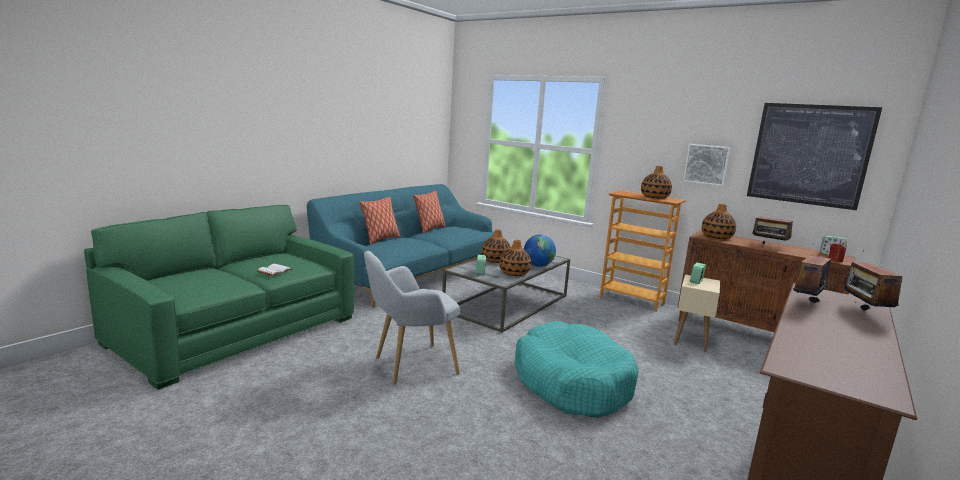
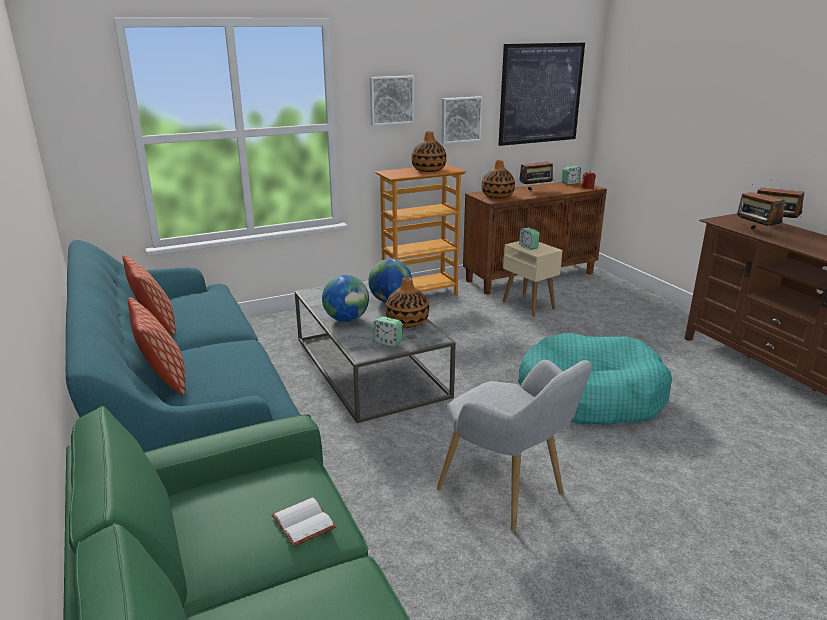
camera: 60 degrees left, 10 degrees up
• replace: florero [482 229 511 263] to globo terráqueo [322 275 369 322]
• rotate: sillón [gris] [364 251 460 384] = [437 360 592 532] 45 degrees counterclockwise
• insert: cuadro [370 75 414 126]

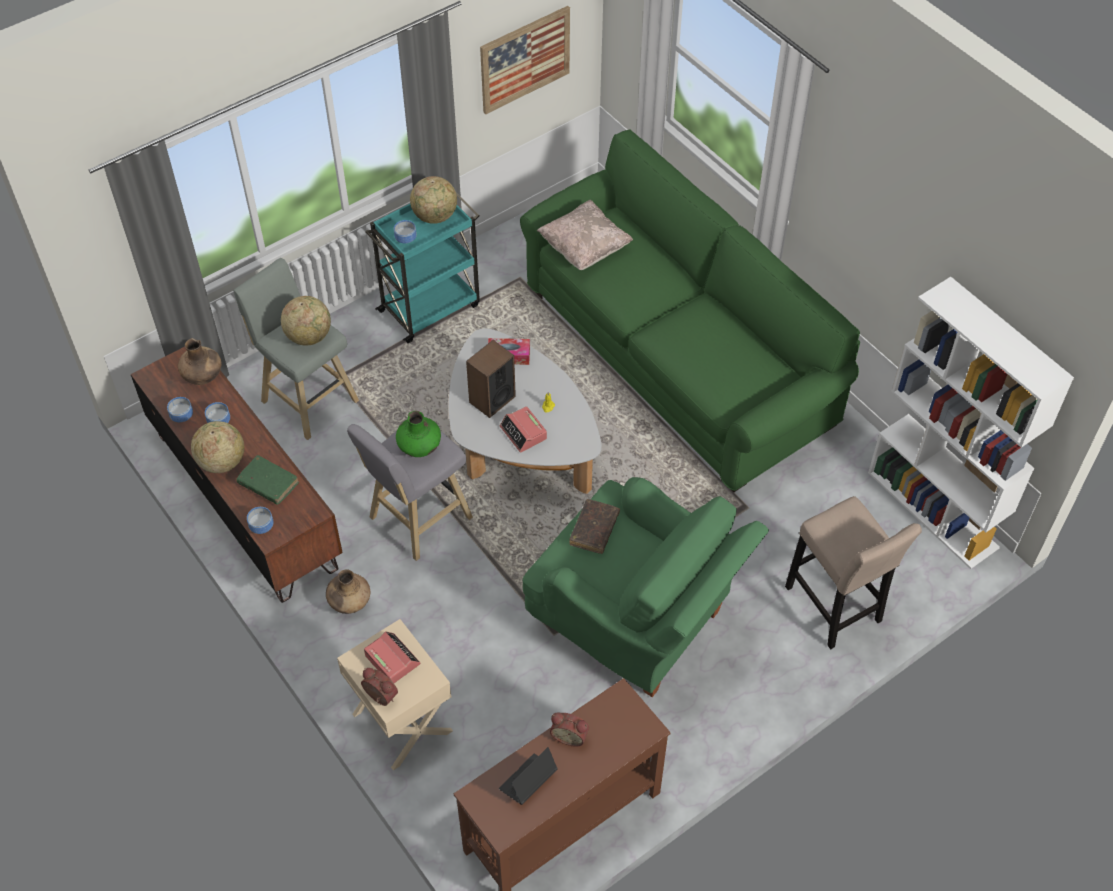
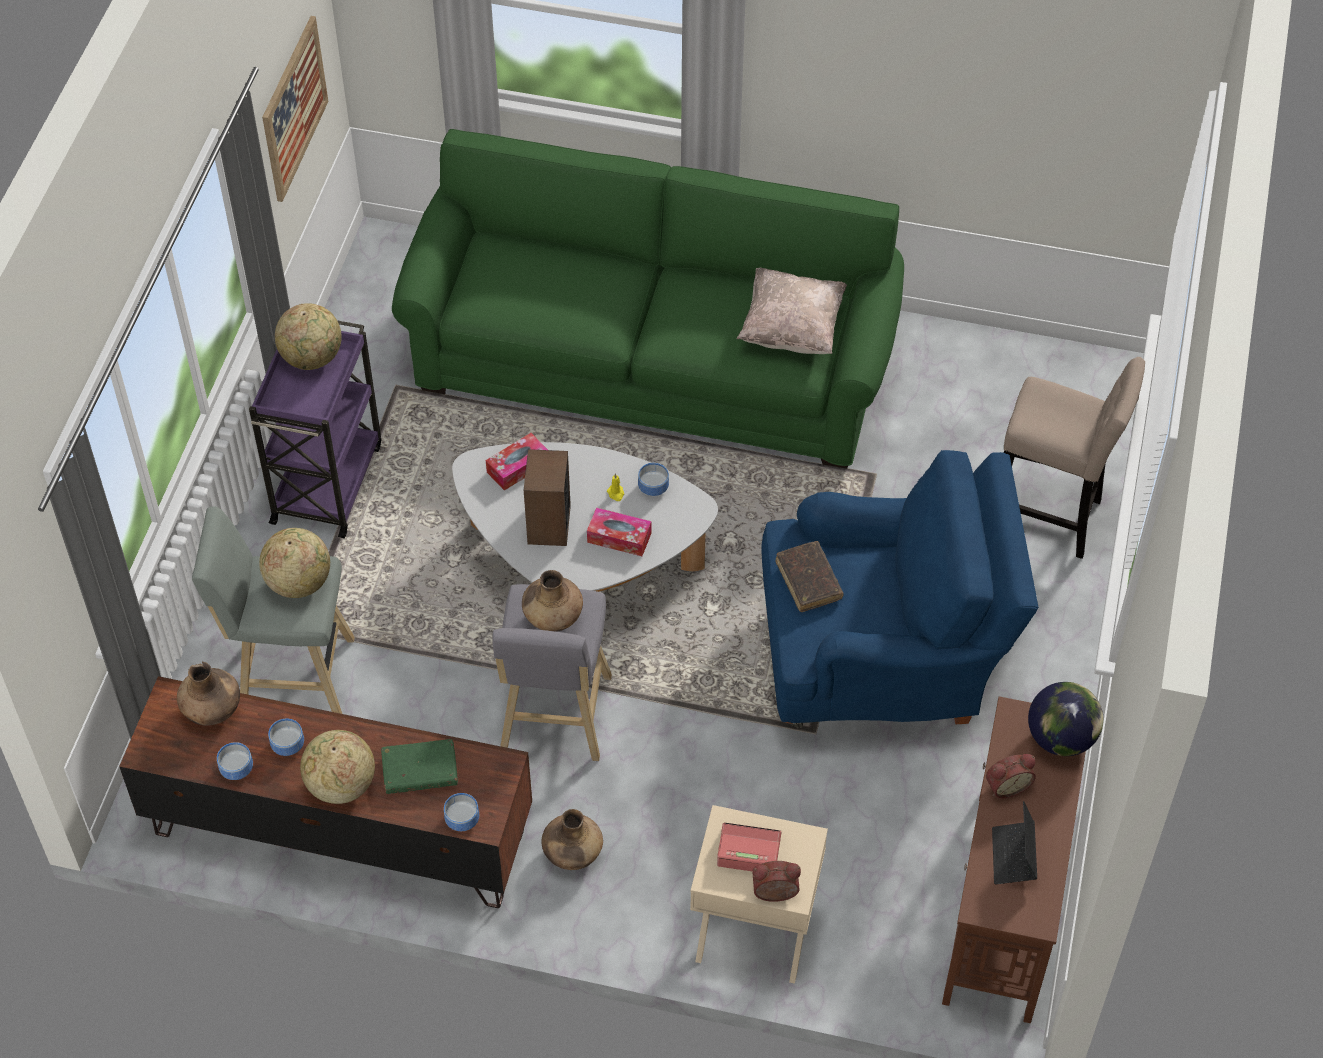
camera: 40 degrees left, 0 degrees up
• recolor: carrito [turquesa] [365 192 480 343] to carrito [morado] [249 320 381 538]
• move: cojín [beis] [537 200 633 270] to [737 268 847 354]
• move: cuenco [394 220 417 244] to [638 463 669 496]
• delete: estantería [blanco] [868 277 1074 569]
• replace: despertador [500 406 547 452] to caja de pañuelos [587 508 651 556]
• recolor: florero [verde] [396 411 441 457] to florero [marrón] [522 570 583 632]
• recolor: sillón [verde] [523 477 769 697] to sillón [azul] [761 450 1039 728]
• insert: globo terráqueo [1028 682 1103 756]

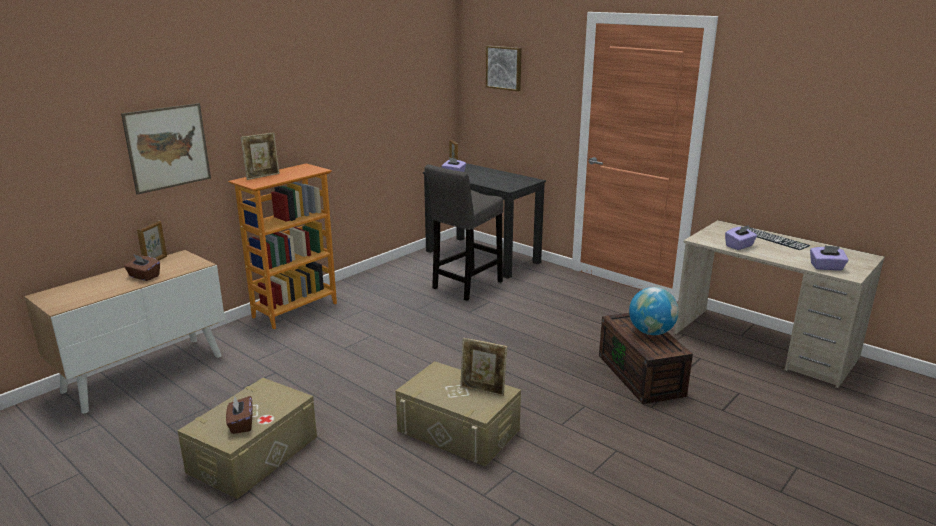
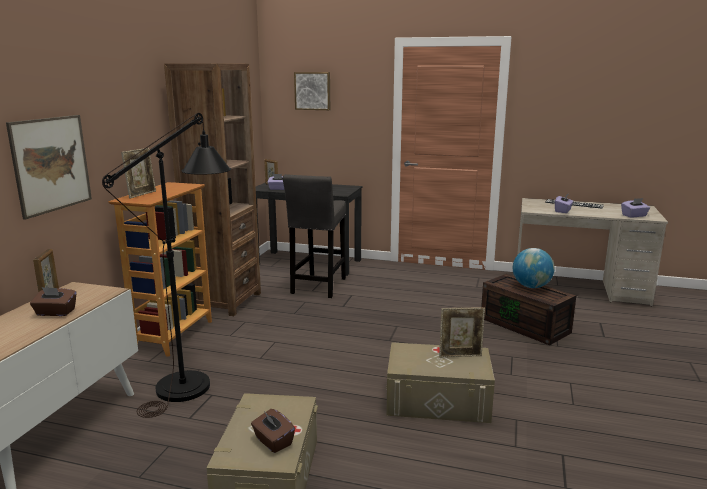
camera: 25 degrees left, 5 degrees down
• insert: estantería [marrón] [164 63 261 316]
• insert: lámpara de pie [negro] [102 113 231 418]

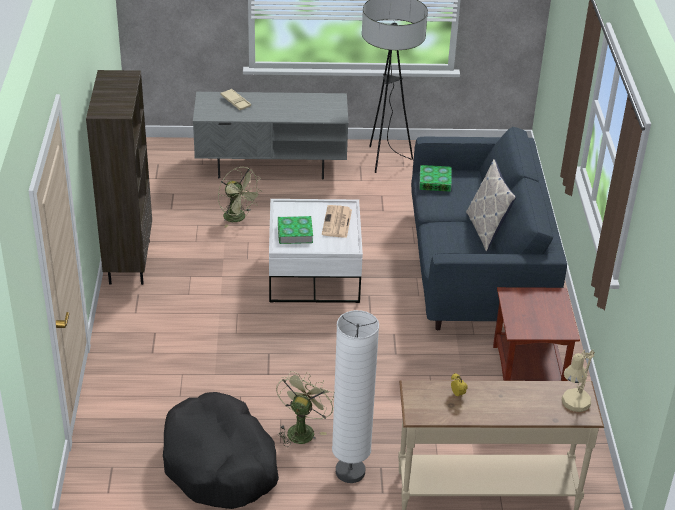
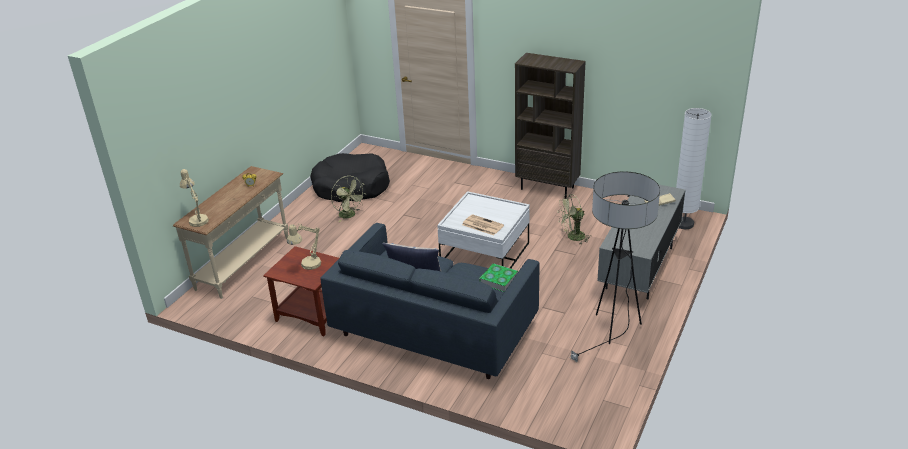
camera: 120 degrees right, 5 degrees down
• delete: libro [278 216 313 244]
• move: lámpara de pie [blanco] [332 310 379 483] to [676 108 712 229]
• insert: lámpara de mesa [beis] [287 224 321 270]

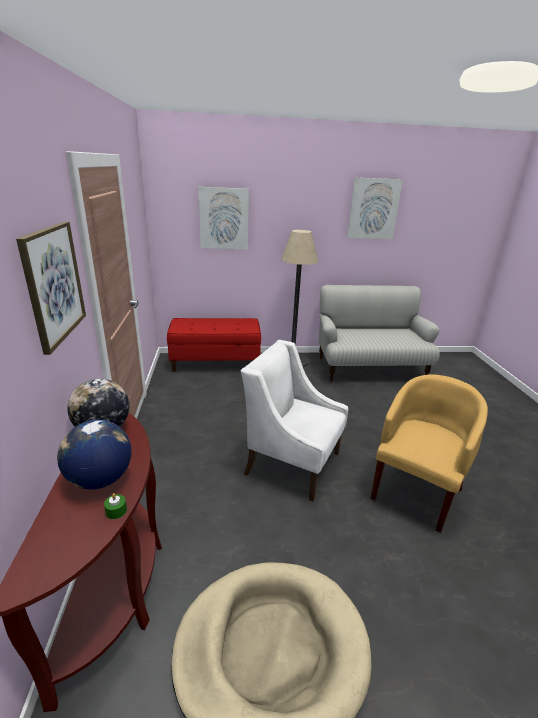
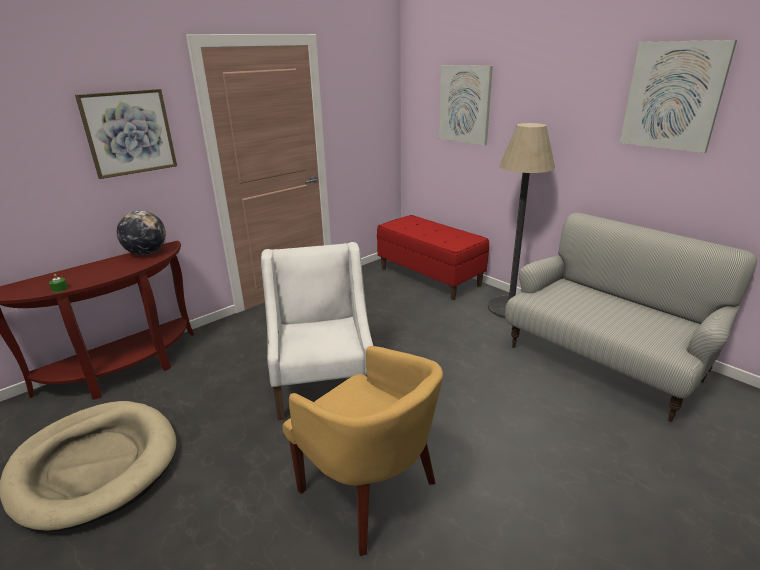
camera: 55 degrees right, 0 degrees up
• rotate: sillón [amarillo] [371 374 488 533] = [282 346 443 556] 45 degrees clockwise
• delete: globo terráqueo [57 420 131 490]

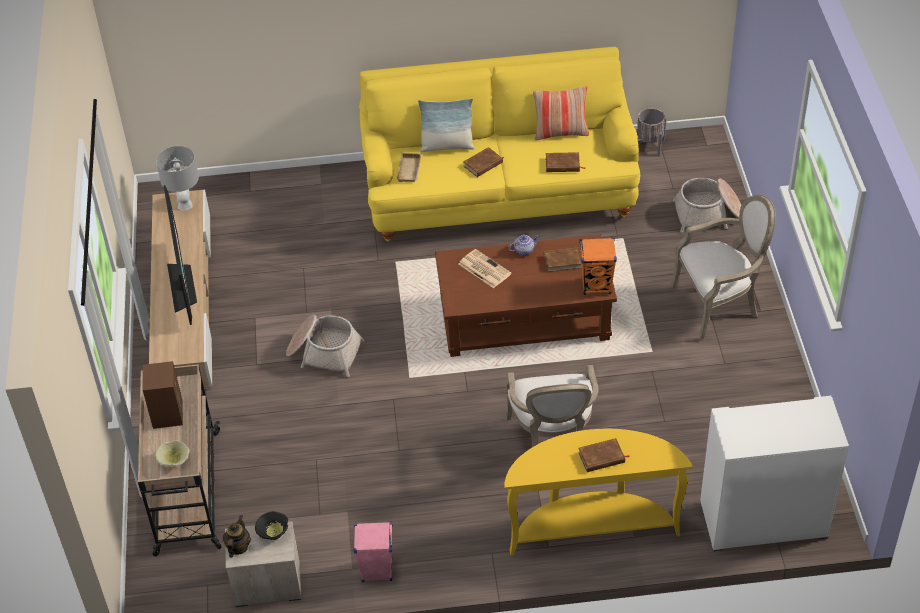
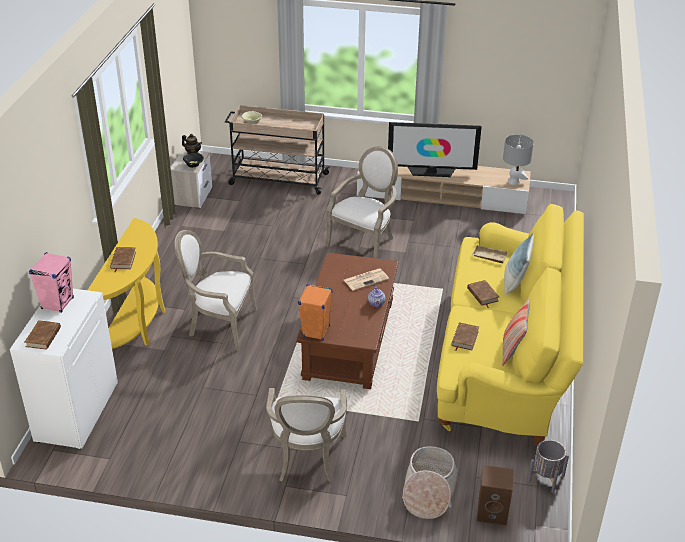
camera: 105 degrees right, 10 degrees down
• move: libro [marrón] [539 248 582 272] to [25 320 61 350]
• replace: cesta [286 315 364 377] to sillón [326 146 398 259]
• move: altavoz [marrón] [143 361 183 429] to [477 465 514 526]
• move: altavoz [rosa] [354 522 393 582] to [29 252 74 313]

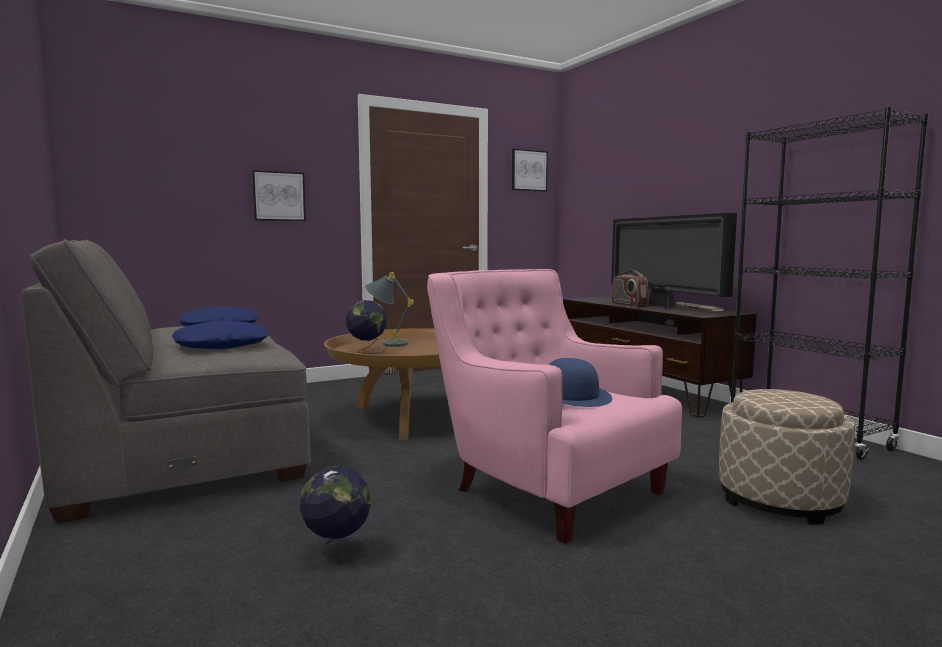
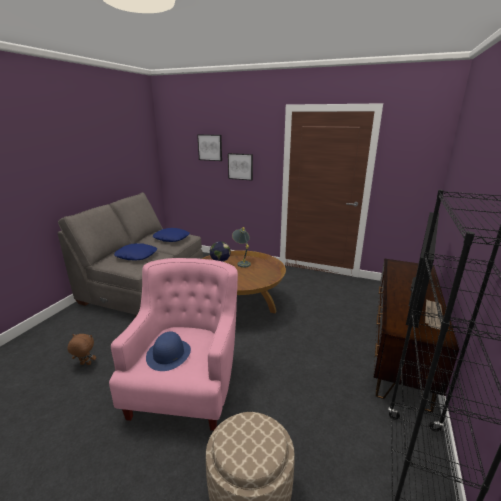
camera: 50 degrees right, 15 degrees up
• move: cuadro [511 149 548 192] to [197 134 222 161]
• delete: radio [612 269 649 307]
• replace: globo terráqueo [300 466 371 562] to peluche [marrón] [67 334 96 365]

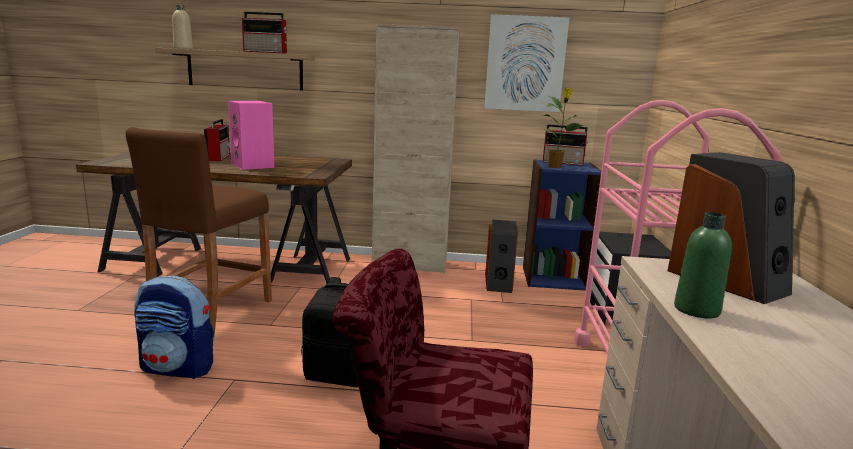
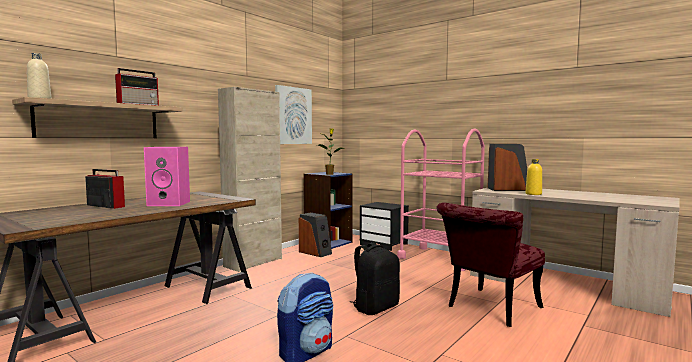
camera: 55 degrees left, 10 degrees down
• delete: radio [543 124 588 166]
• delete: taburete [marrón] [126 127 272 338]
• recolor: botella [verde] [674 212 732 319] to botella [amarillo] [525 159 542 195]

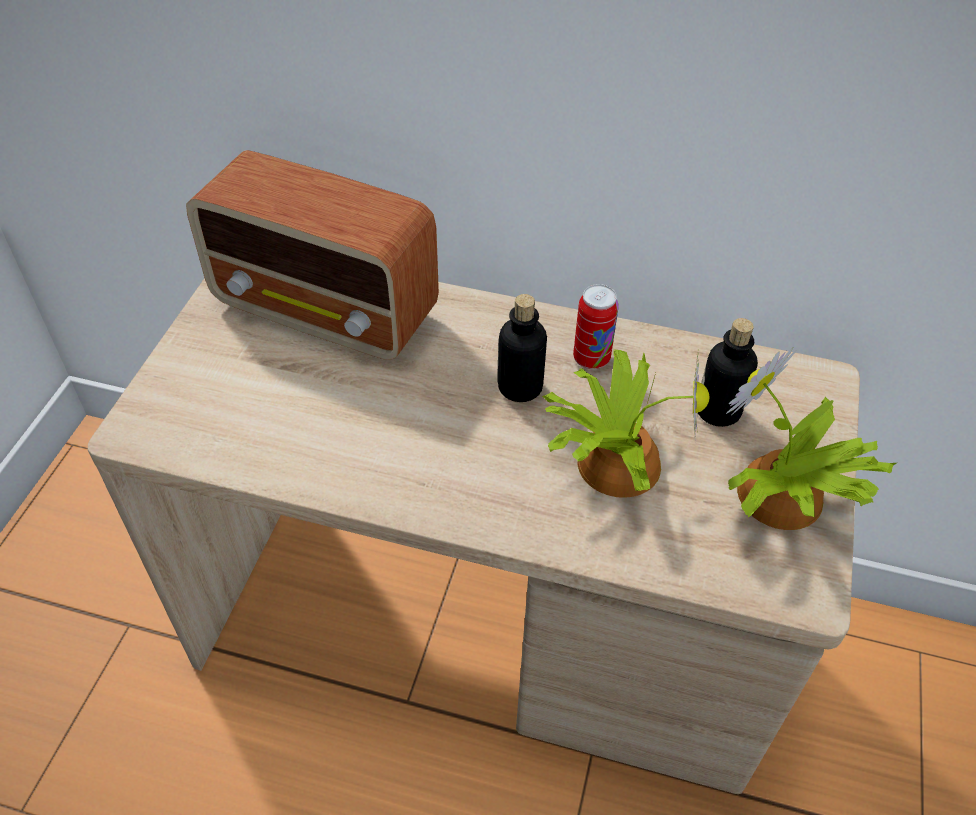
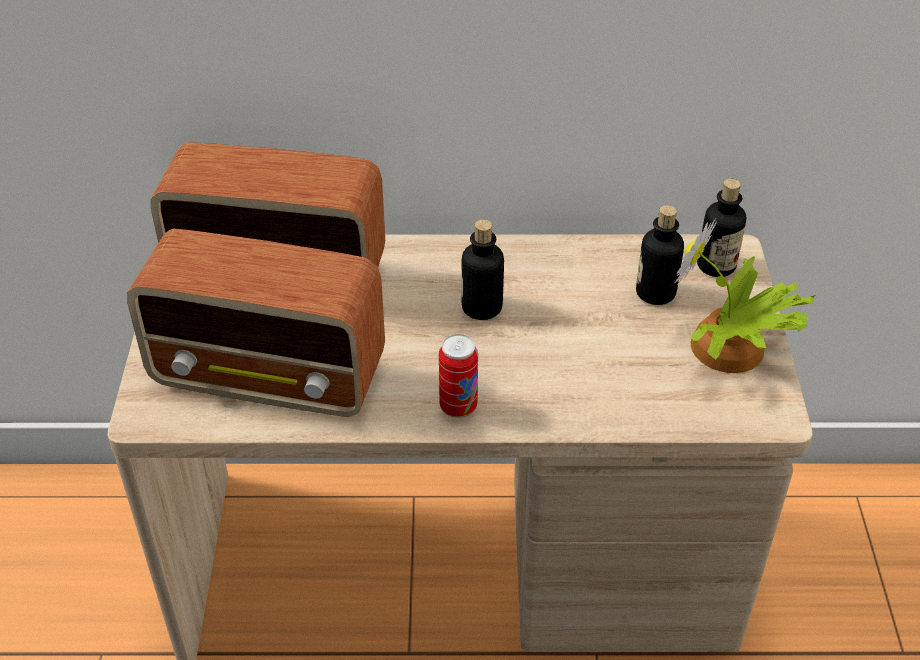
camera: 15 degrees left, 5 degrees down
• move: lata [573 284 619 369] to [439 334 478 418]
• delete: planta en maceta [542 350 710 498]
• insert: botella [697 179 746 277]
• insert: radio [127 229 385 417]

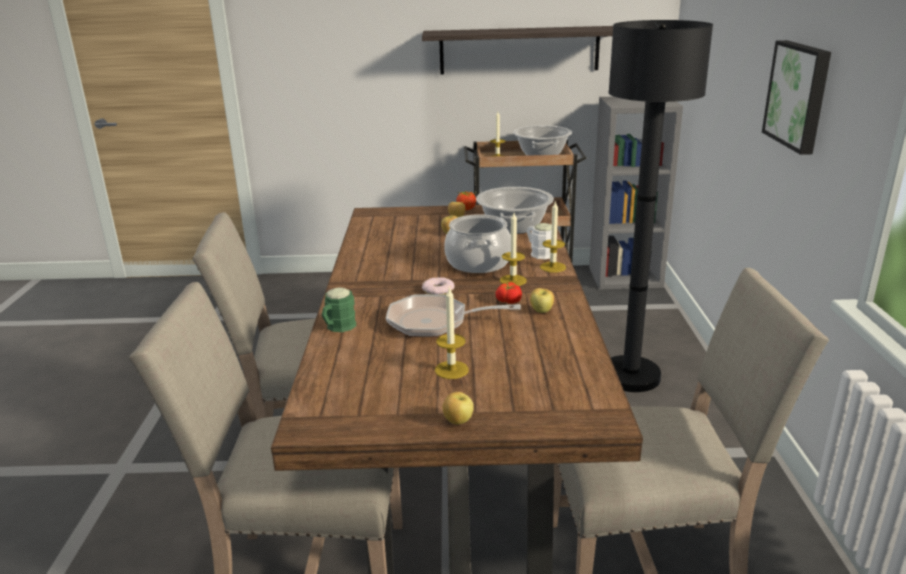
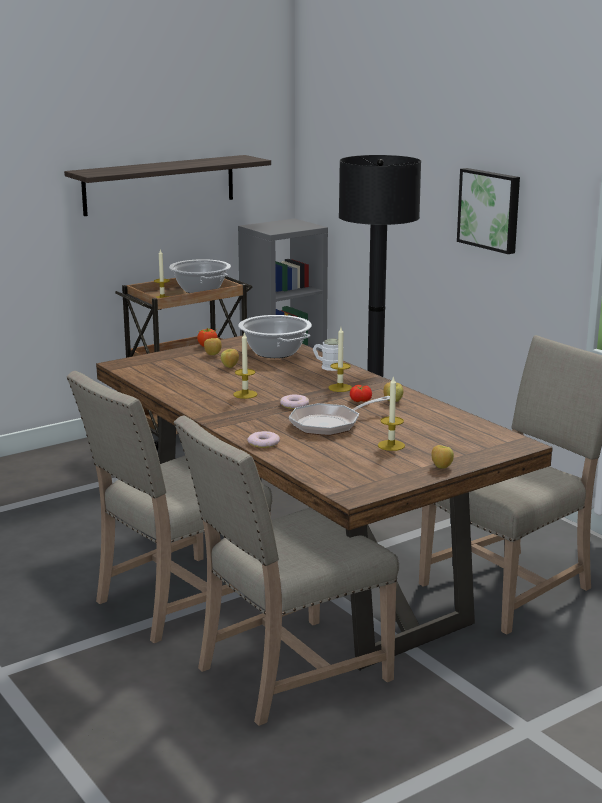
camera: 35 degrees left, 5 degrees down
• move: vela [540 200 566 273] to [233 332 257 399]
• delete: olla [444 214 511 273]
• replace: taza grande [verde] [322 287 356 332] to rosquilla [247 431 280 448]

